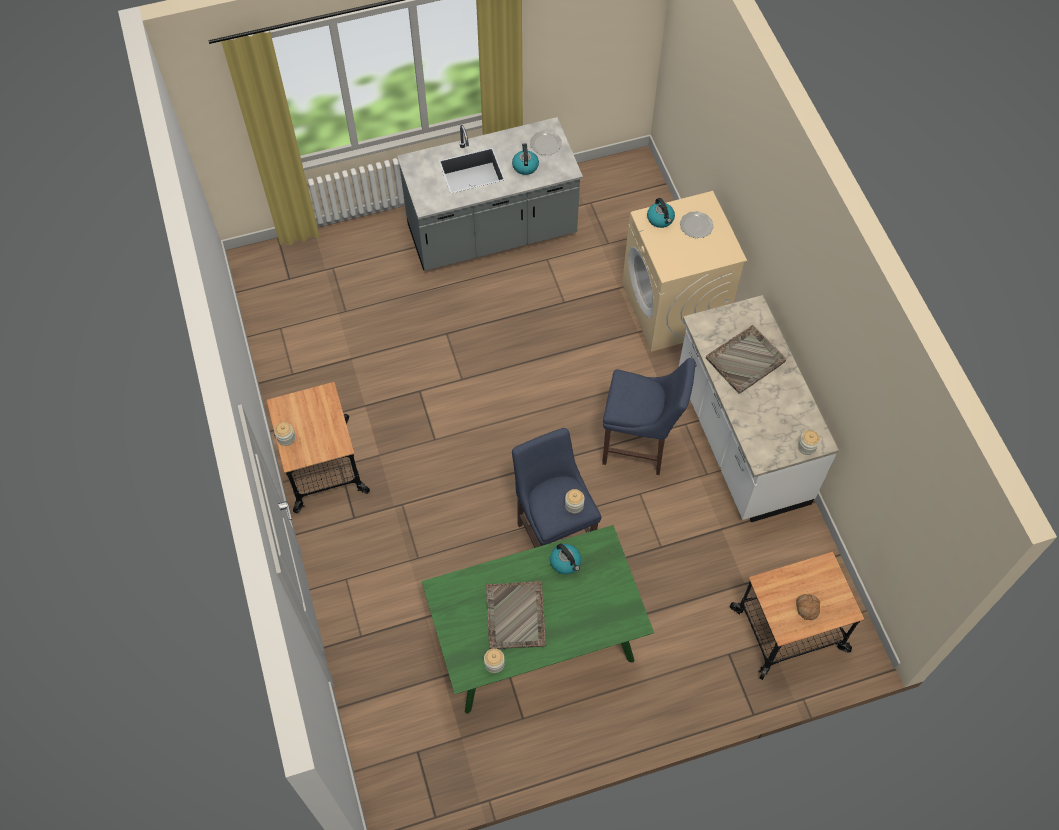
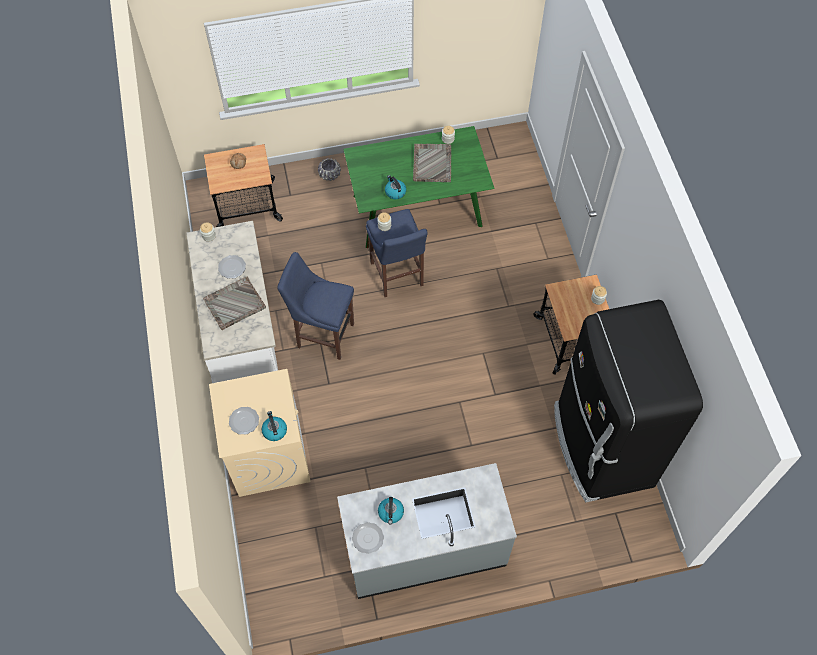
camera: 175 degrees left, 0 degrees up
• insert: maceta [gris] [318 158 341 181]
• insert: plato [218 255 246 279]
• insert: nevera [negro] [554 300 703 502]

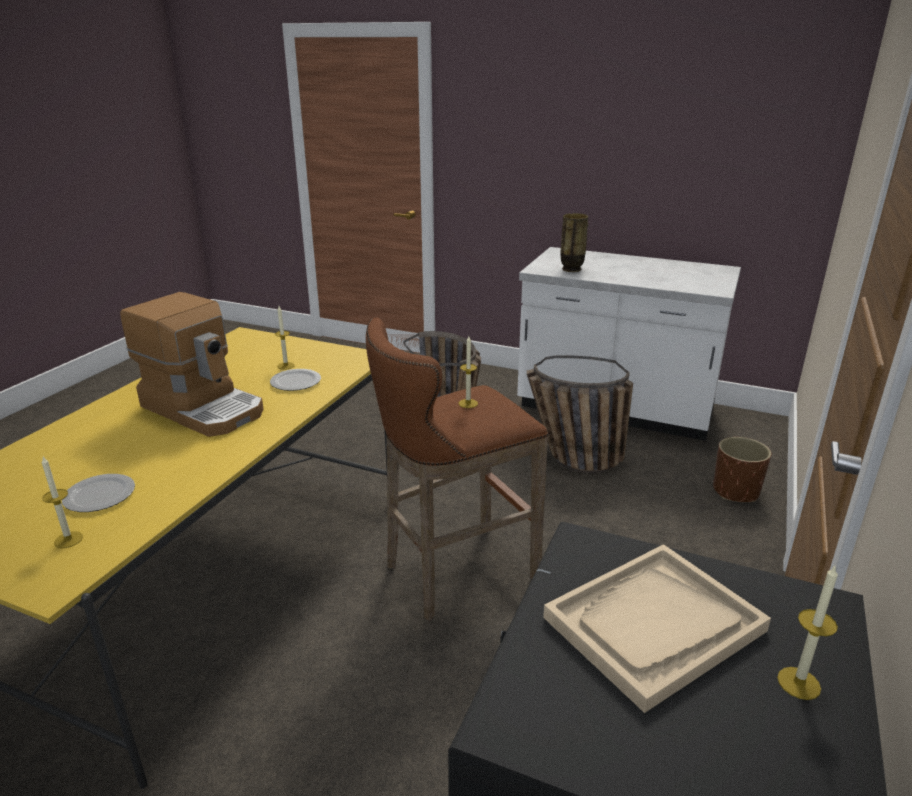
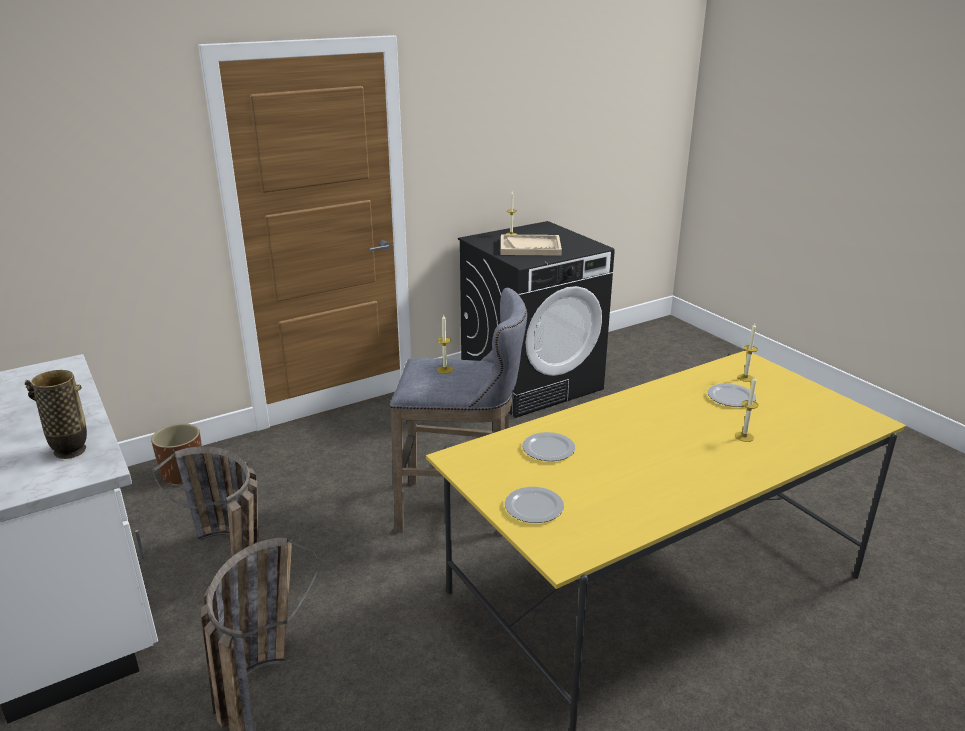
camera: 145 degrees left, 0 degrees up
• delete: cafetera [120 292 263 437]
• move: vela [275 306 295 370] to [735 376 759 442]
• recolor: taburete [marrón] [366 317 548 621] to taburete [gris] [390 288 527 536]
• insert: plato [505 487 564 523]

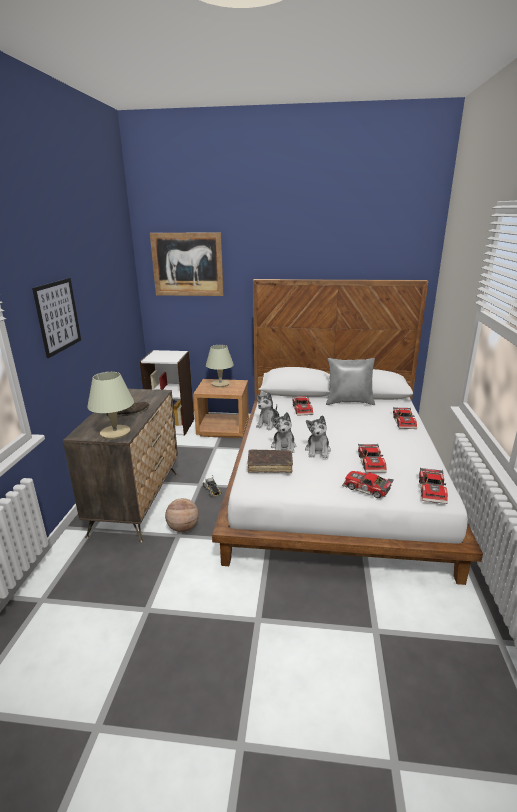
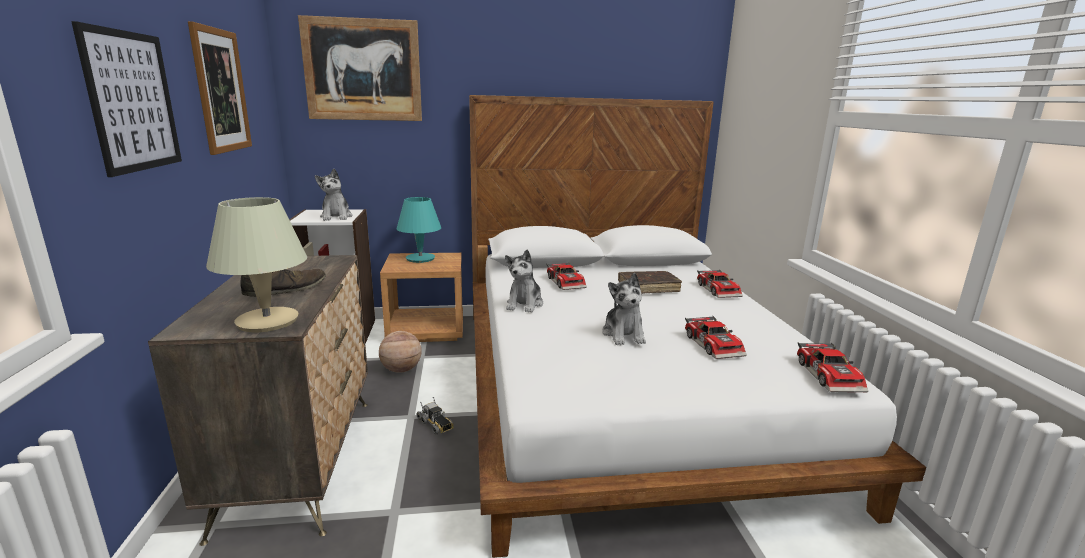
camera: 15 degrees left, 5 degrees down
• recolor: lámpara de mesa [beis] [206 345 234 387] to lámpara de mesa [turquesa] [397 197 441 263]
• delete: cojín [gris] [326 358 375 405]
• move: peluche [271 412 297 453] to [315 169 352 221]
• move: libro [marrón] [248 450 293 473] to [618 271 682 294]
• delete: coche de juguete [342 471 394 498]
• move: balón de baloncesto [165 498 199 532] to [379 331 422 373]
• insert: cuadro [188 21 252 155]

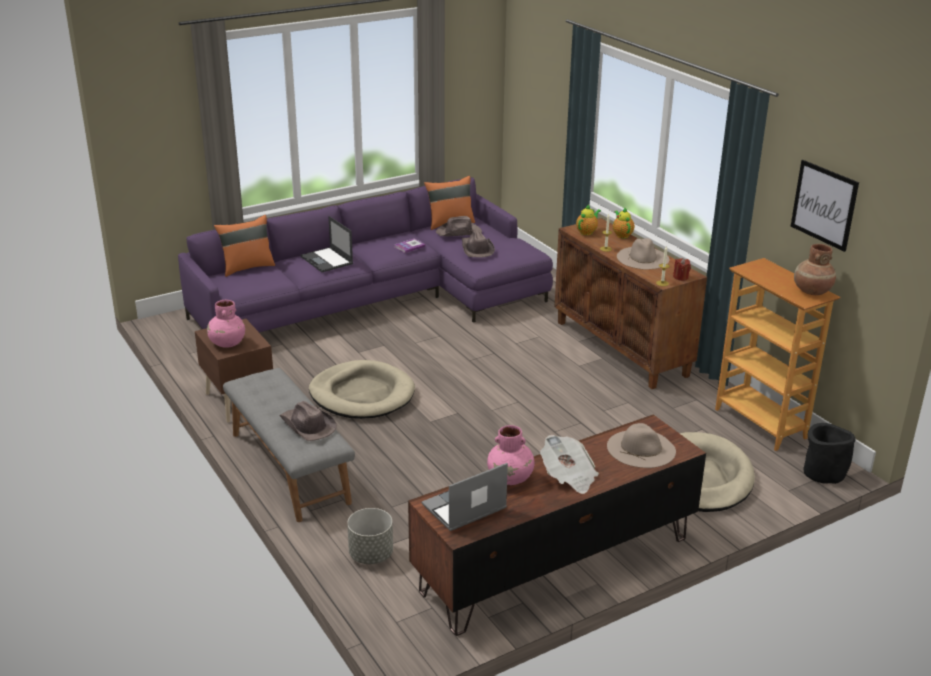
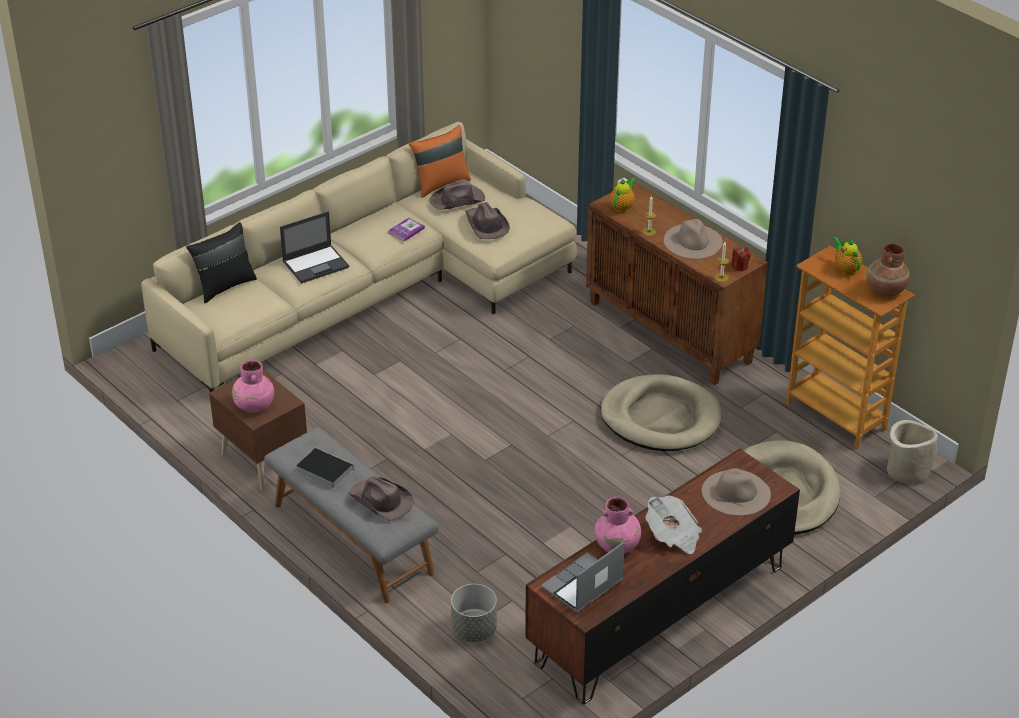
camera: 10 degrees left, 10 degrees up
• delete: cuadro [791 160 859 252]
• recolor: sofá [morado] [178 177 553 332] to sofá [beis] [141 122 577 392]
• move: tetera [613 208 634 238] to [833 237 862 275]
• recolor: cojín [naranja] [214 215 275 277] to cojín [negro] [186 222 257 303]
• rotate: portátil [300 216 353 272] = [280 211 349 284] 75 degrees counterclockwise
• move: cama para perro [beis] [309 360 415 419] to [600 374 722 451]
• recolor: maceta [negro] [804 423 856 484] to maceta [beis] [887 420 938 484]
• insert: libro [296 448 353 489]

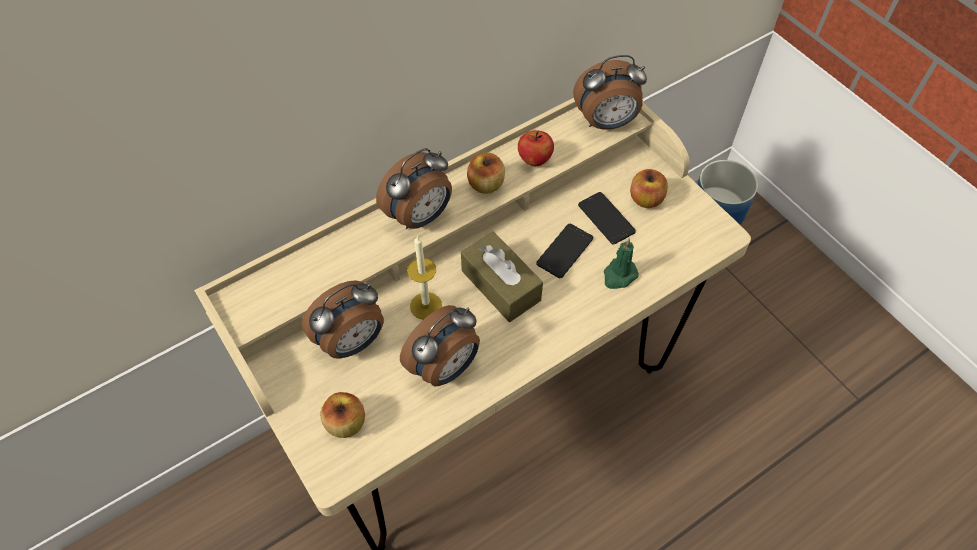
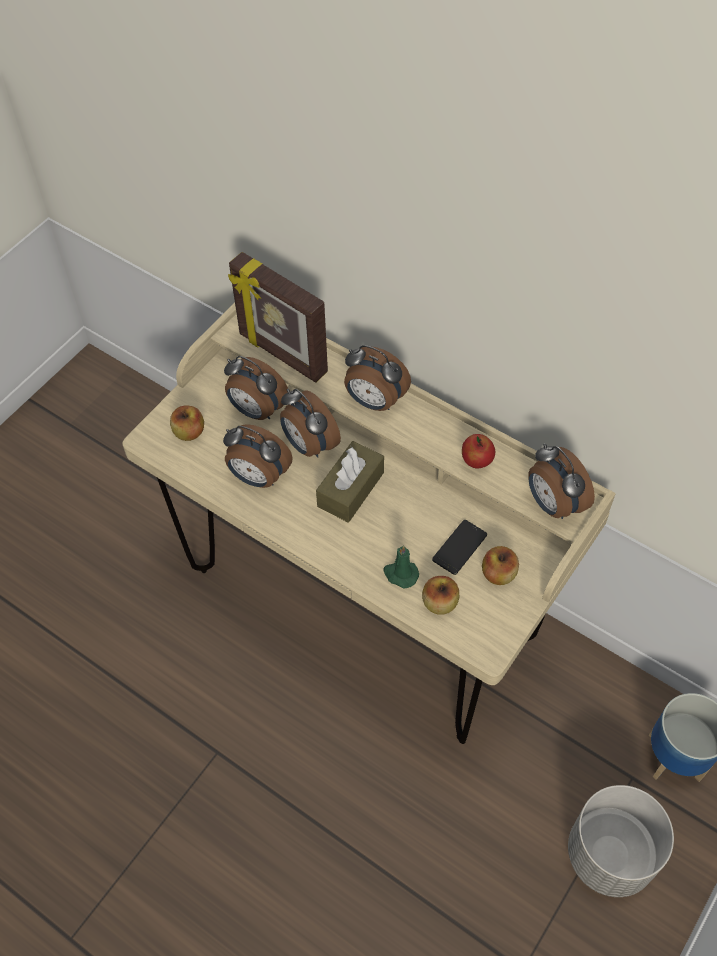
camera: 70 degrees right, 0 degrees up
• move: manzana [467 153 505 194] to [422 576 459 615]
• delete: móvil [536 224 593 278]
• replace: vela [407 235 442 320] to despertador [280 388 341 458]
• insert: portarretratos [228 252 328 383]
• insert: maceta [gris] [568 785 674 897]

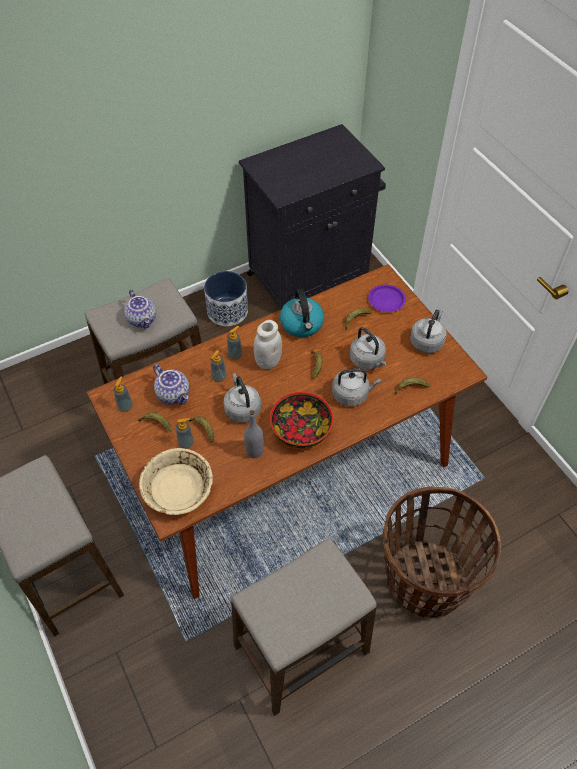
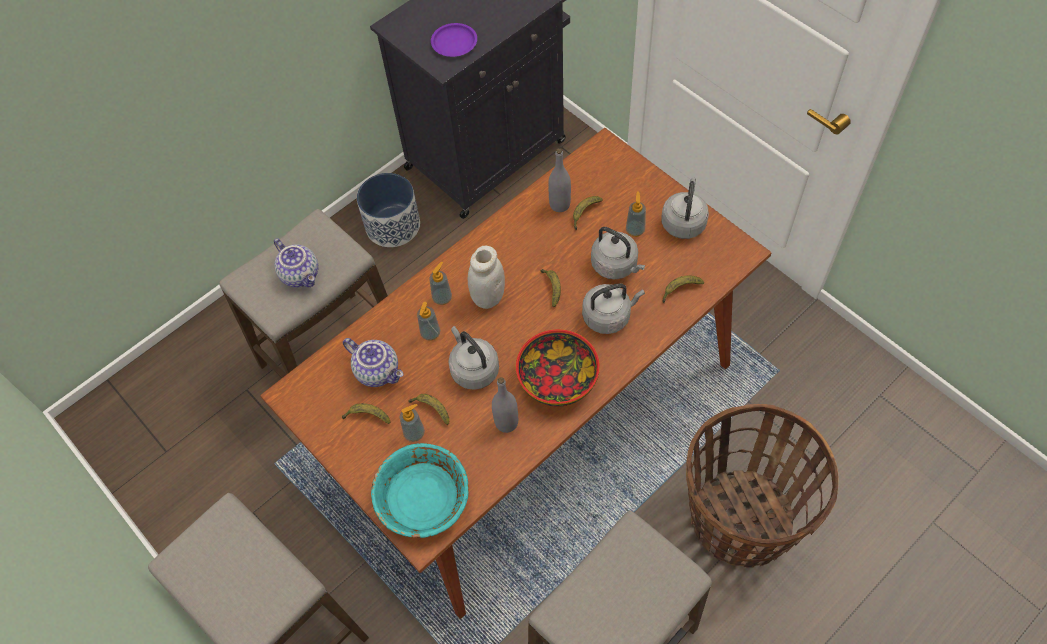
camera: 10 degrees left, 5 degrees up
• move: plato [morado] [368 284 406 312] to [431 23 477 57]
• delete: hervidor [280 289 324 337]
• move: dispensador de jabón [113 377 133 412] to [626 191 646 237]
• recolor: cuenco [beis] [139 448 213 515] to cuenco [turquesa] [371 443 469 538]
• insert: botella [gris] [548 148 571 212]

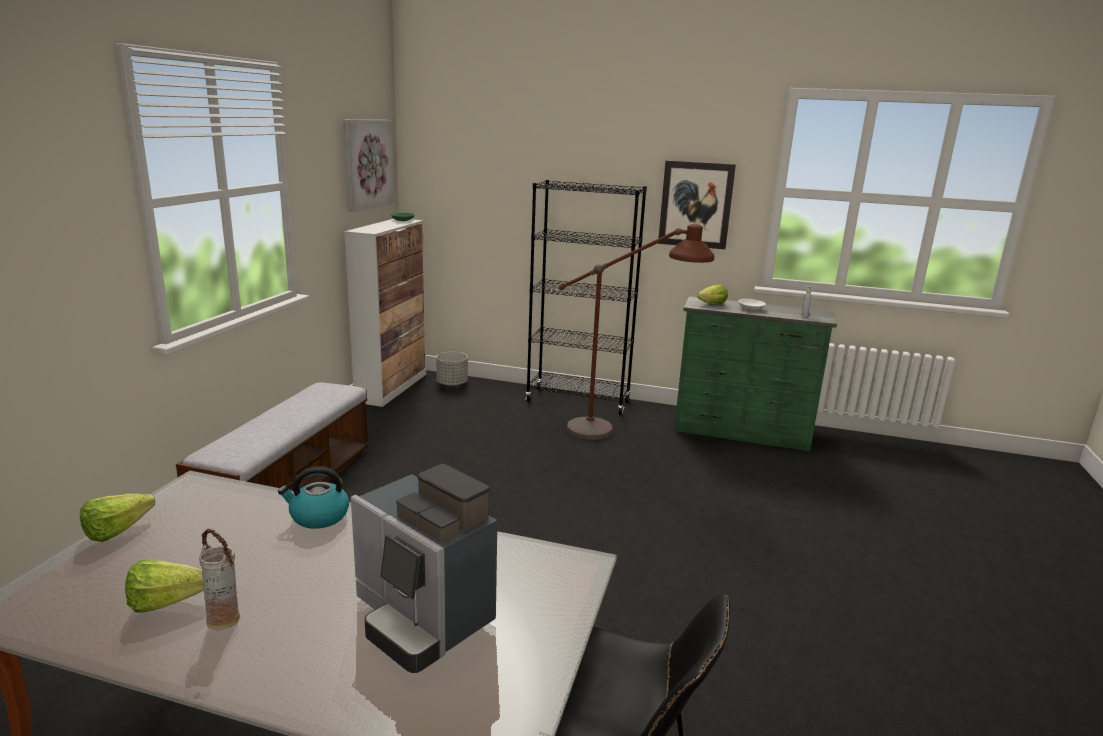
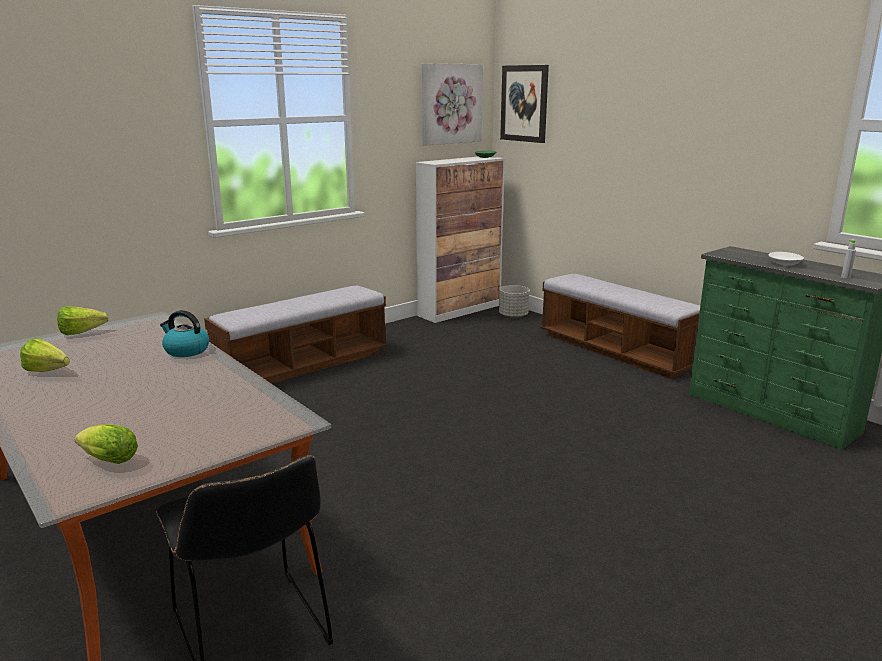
camera: 35 degrees right, 0 degrees up
• move: cuadro [658 160 736 249] to [500 65 549 143]
• replace: estantería [negro] [526 180 647 415] to banco [541 274 700 378]
• delete: lámpara de pie [marrón] [558 224 714 440]
• move: lechuga [697 285 728 304] to [75 424 138 464]
• delete: cafetera [351 464 497 673]
• delete: florero [199 529 240 630]

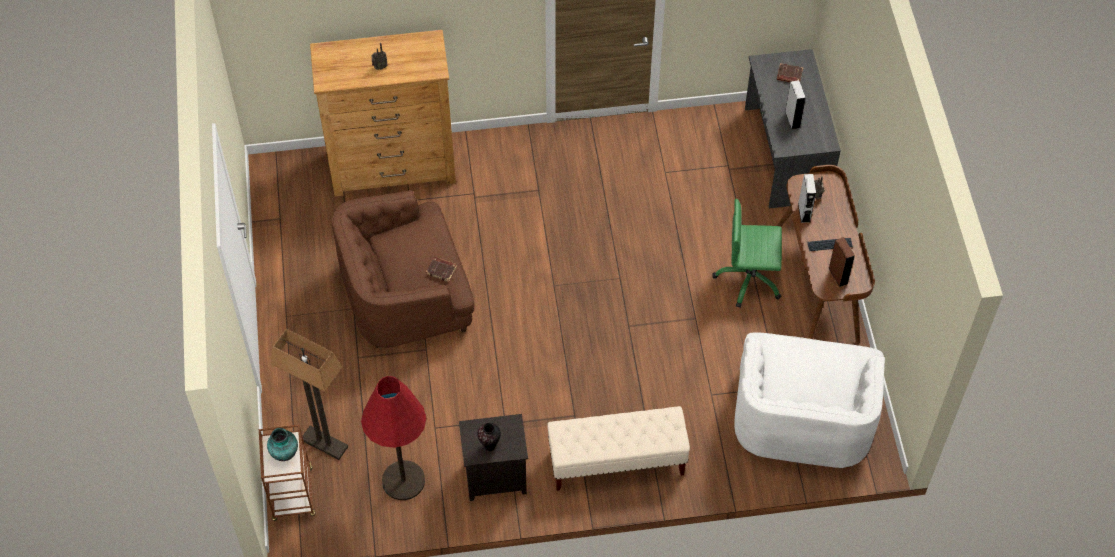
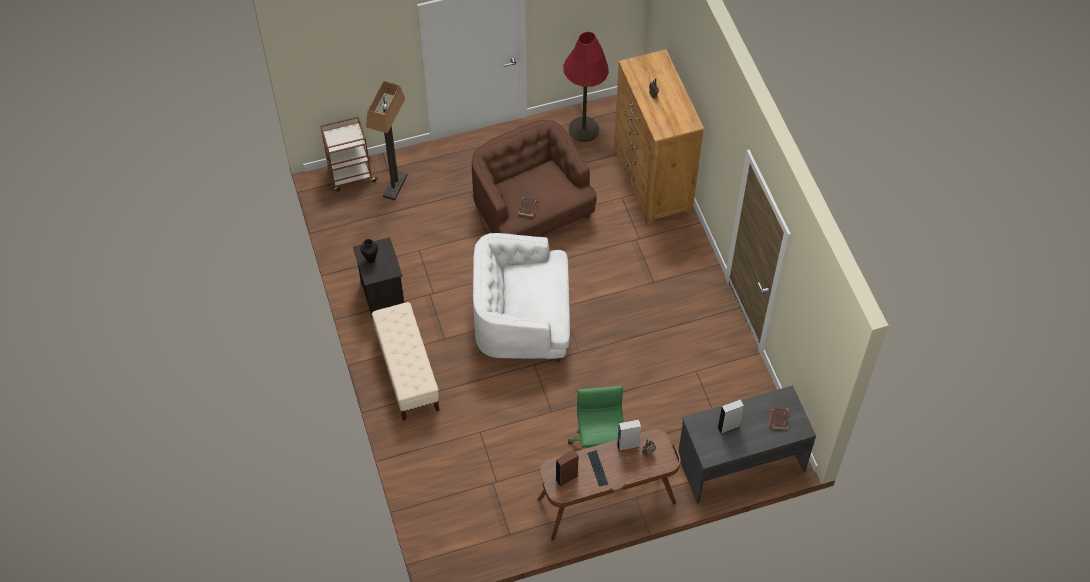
camera: 80 degrees right, 0 degrees up
• move: sillón [blanco] [734 332 885 468] to [473 233 570 362]
• move: lámpara de pie [rojo] [361 376 426 500] to [563 32 609 142]
• delete: florero [267 428 298 461]

